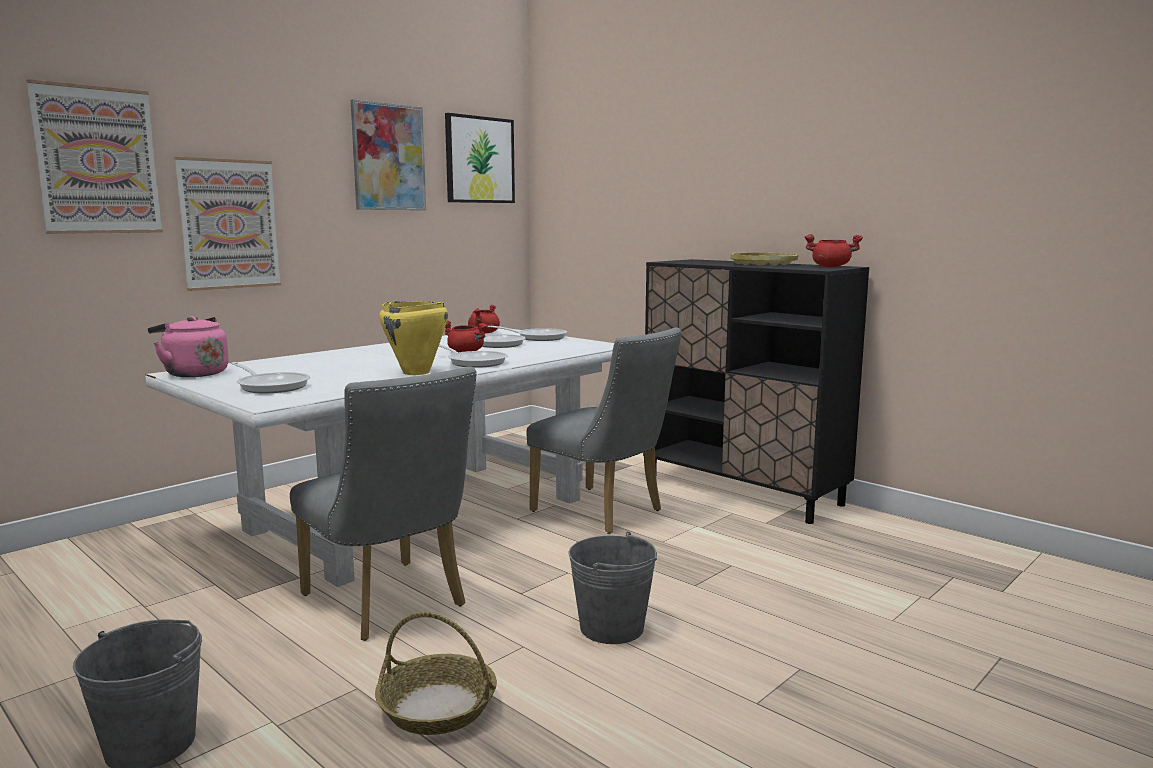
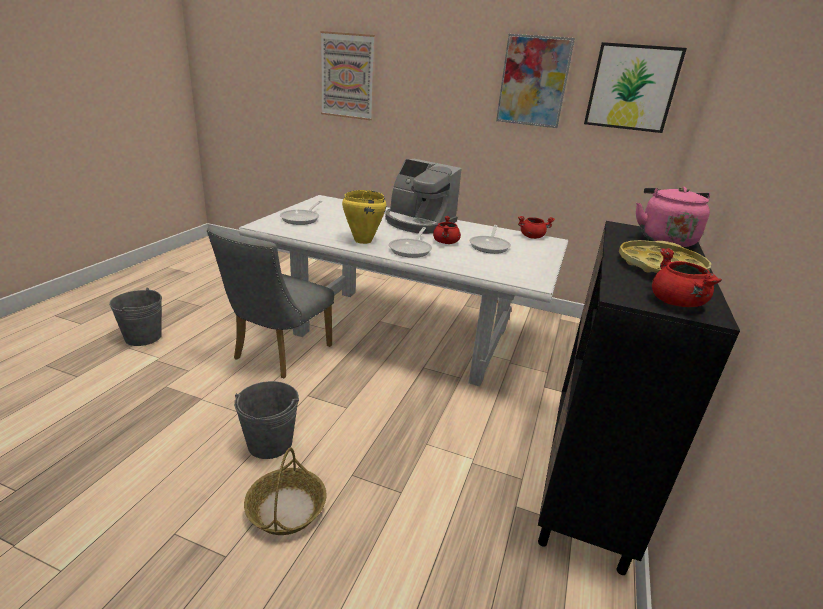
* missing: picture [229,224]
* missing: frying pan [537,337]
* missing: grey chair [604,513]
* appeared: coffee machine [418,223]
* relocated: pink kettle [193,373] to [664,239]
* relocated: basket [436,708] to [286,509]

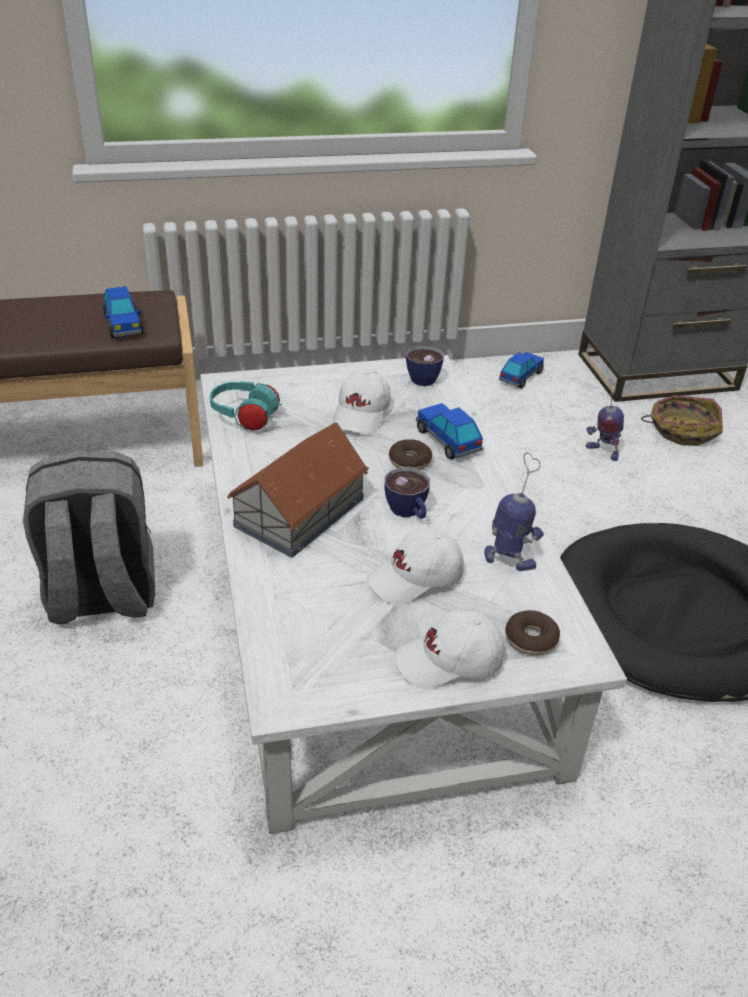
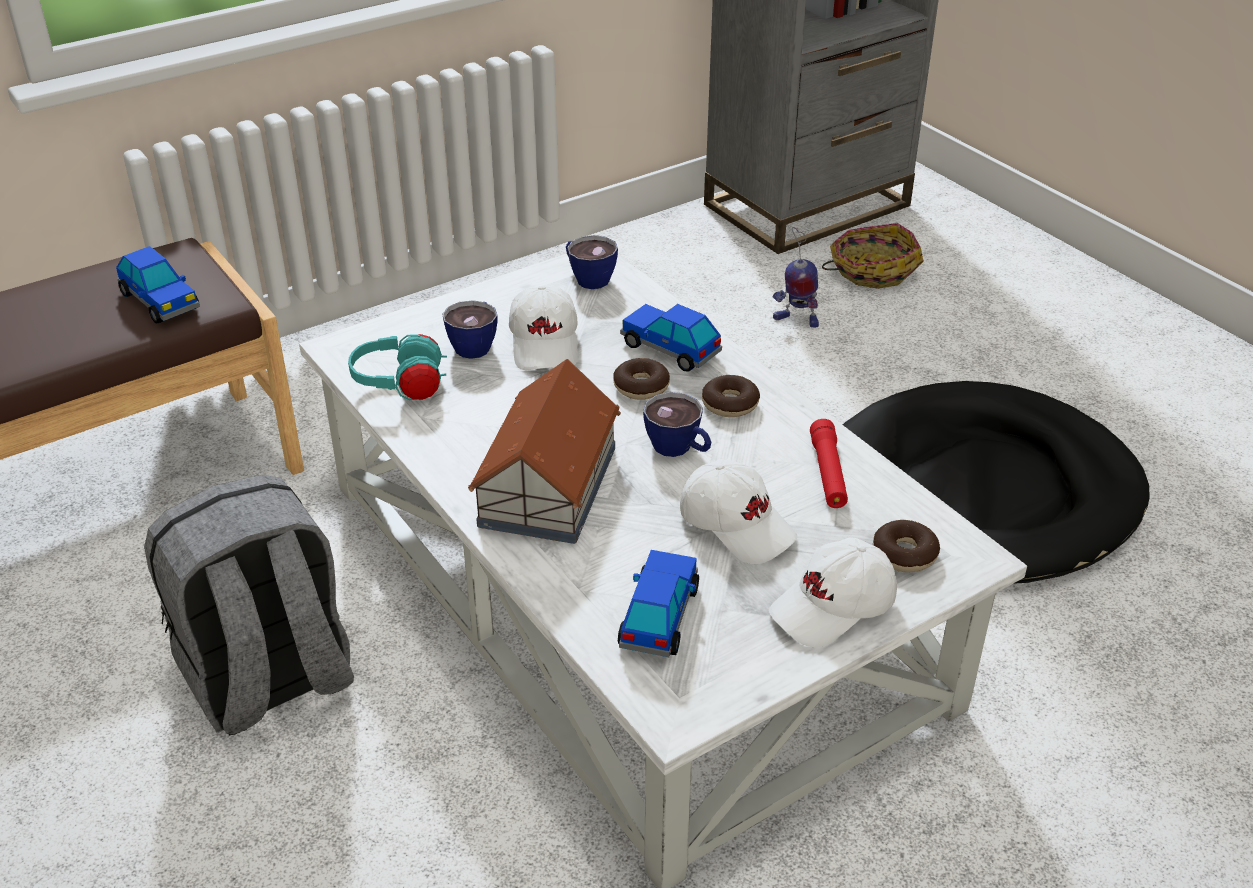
* appeared: cup [476,344]
* appeared: donut [730,404]
* relocated: toy car [520,377] to [659,616]
* exchanged: toy robot [509,561] to red flashlight [828,473]
* spun: white cap [416,579] = [737,525] 90 degrees counterclockwise

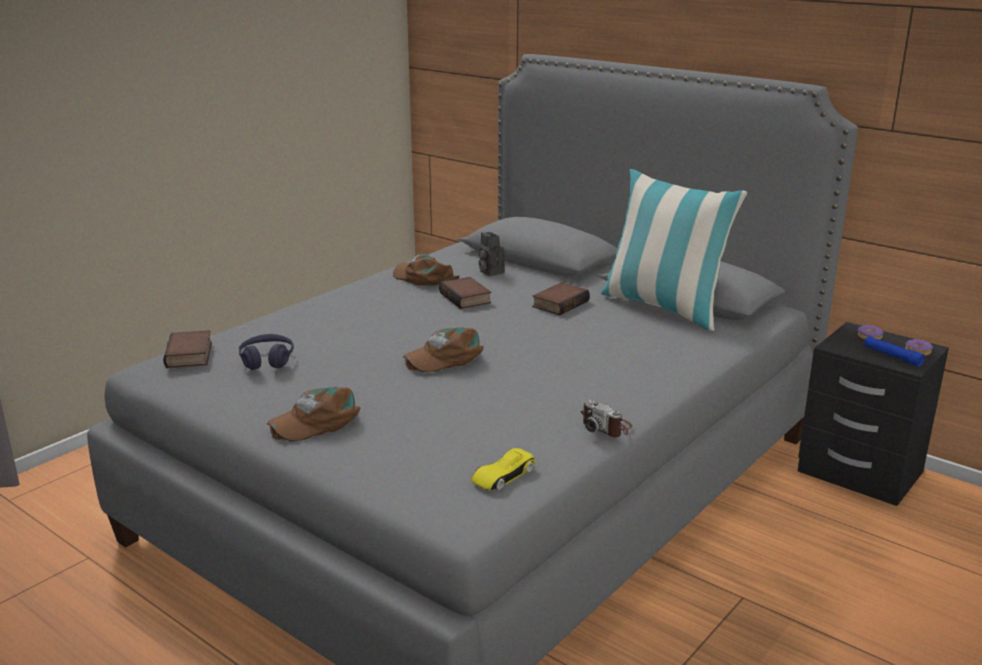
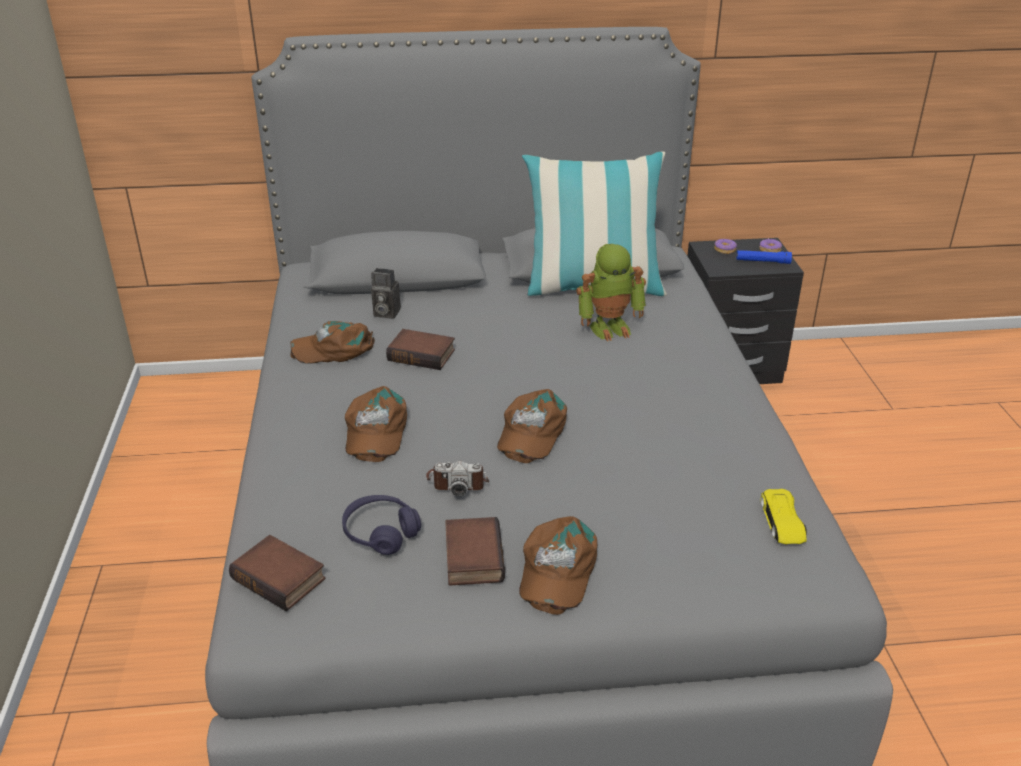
* appeared: brown cap [375,431]
* appeared: toy robot [609,327]
* relocated: book [559,303] to [471,556]
* relocated: photo camera [606,427] to [457,481]

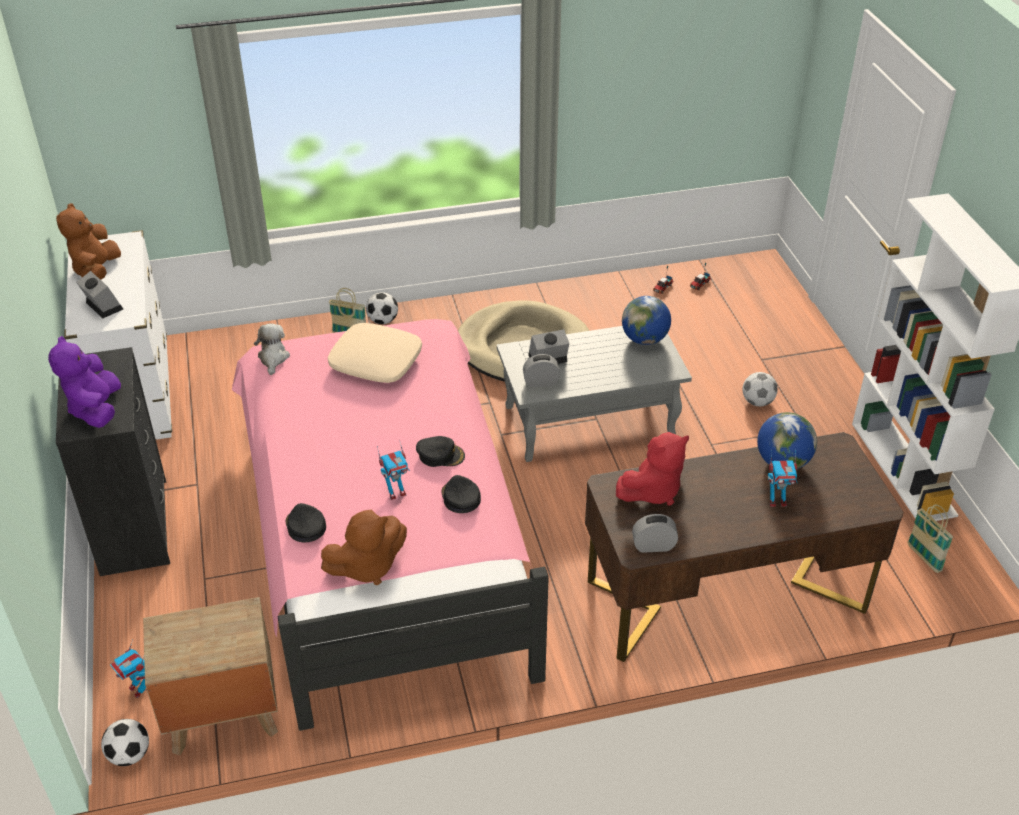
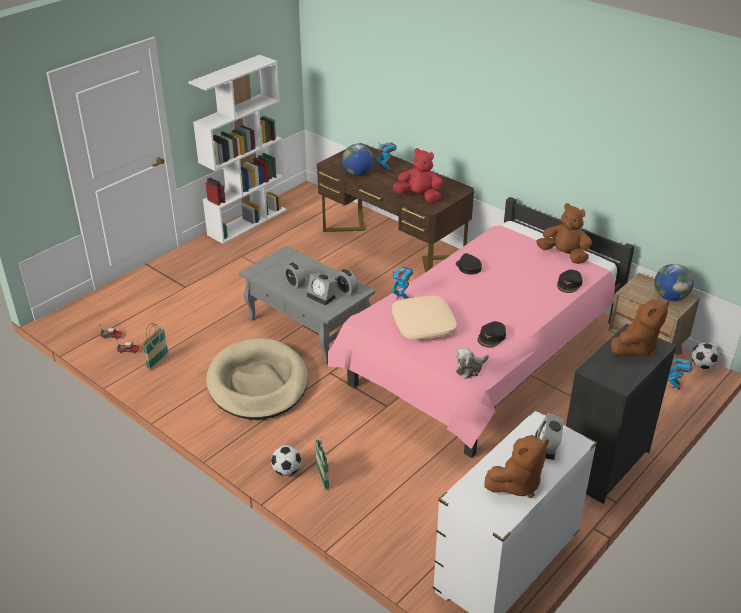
* missing: football [757,402]
* relocated: toy robot [396,493] to [401,297]
* relocated: black cap [460,498] to [492,337]
* relocated: globe [644,339] to [670,297]
* relocated: alarm clock [653,546] to [295,283]
* relocated: basket [924,558] to [158,362]
* colour: purple plush toy [96,409] to brown plush toy [636,348]

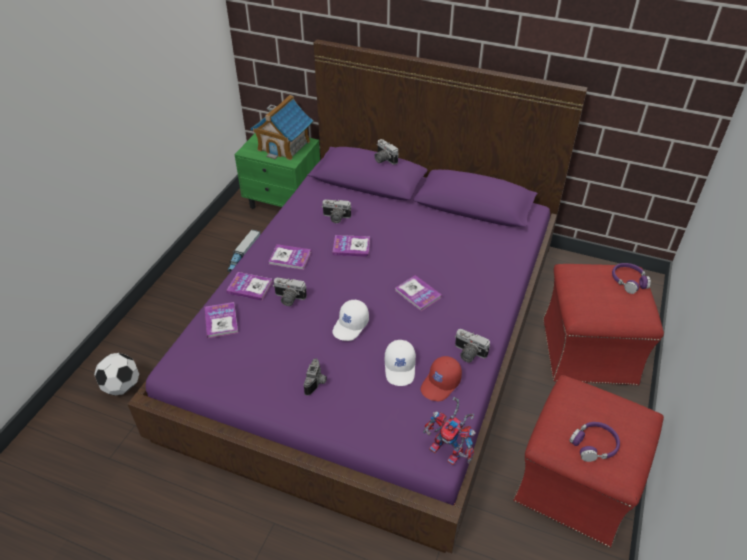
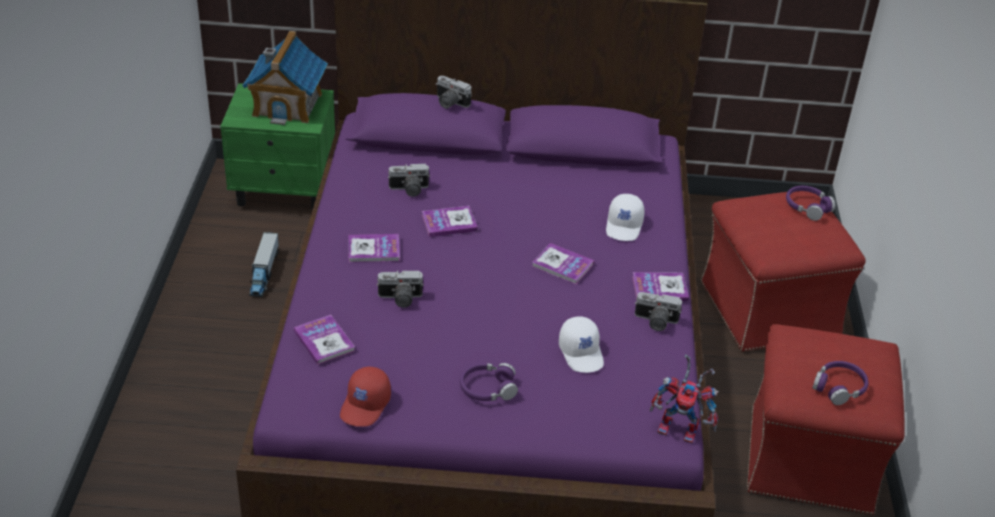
* missing: football [122,386]
* relocated: book [249,287] to [659,288]
* relocated: white cap [351,326] to [624,226]
* relocated: red cap [441,384] to [366,405]
* exchanged: photo camera [317,382] to purple headphones [487,389]

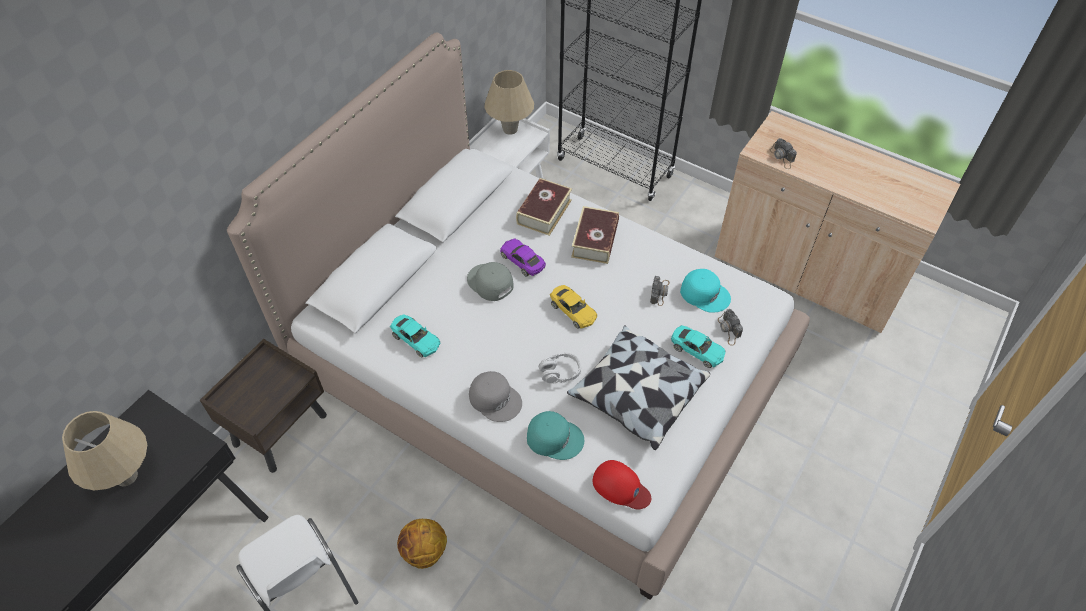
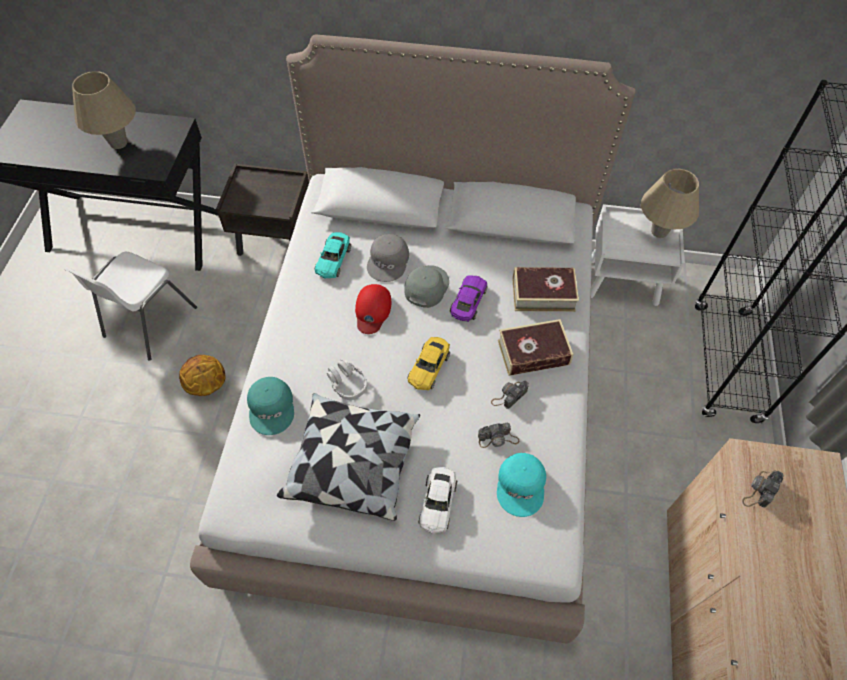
* relocated: grey cap [495,399] to [388,261]
* relocated: red cap [621,487] to [372,310]
* relocated: photo camera [729,330] to [509,396]
* colour: turquoise toy car [697,350] to white toy car [437,502]

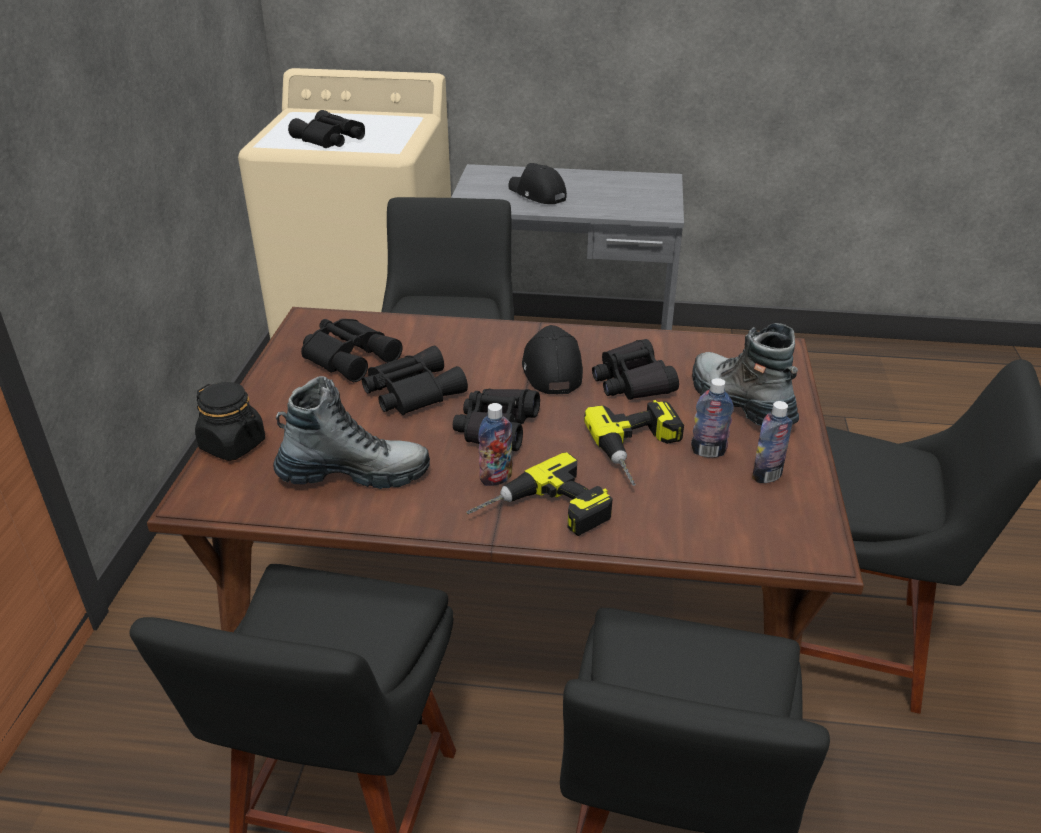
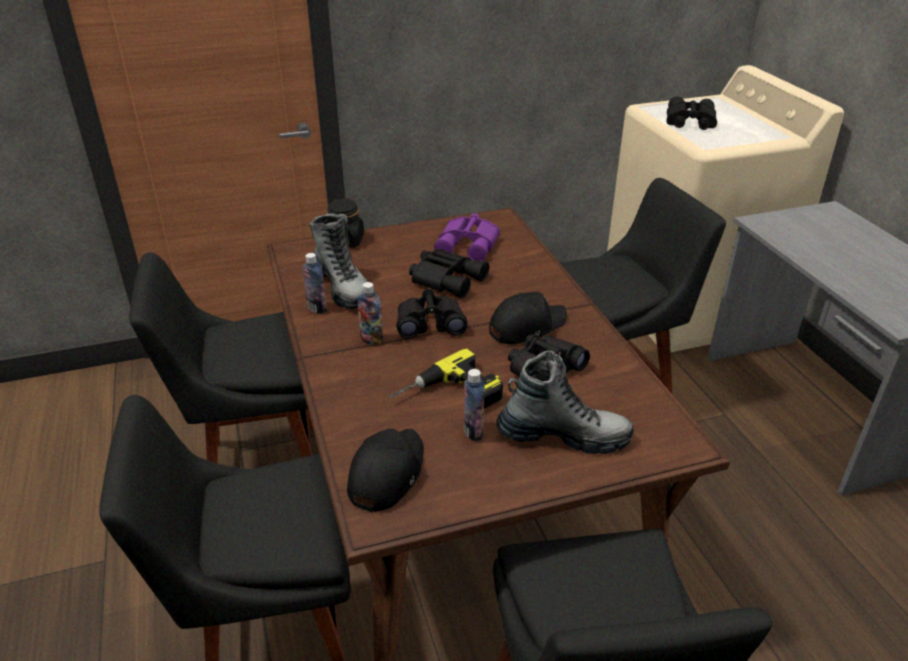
* missing: power drill [542,514]
* relocated: black cap [537,194] to [386,474]
* relocated: bottle [766,476] to [317,308]
* colour: black binoculars [351,356] to purple binoculars [469,245]
* spun: boot [740,403] = [563,436] 60 degrees clockwise

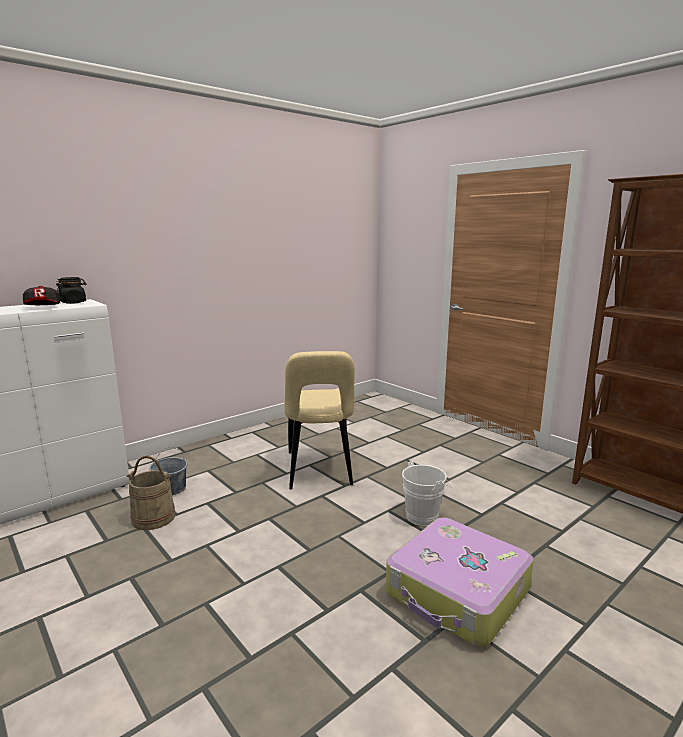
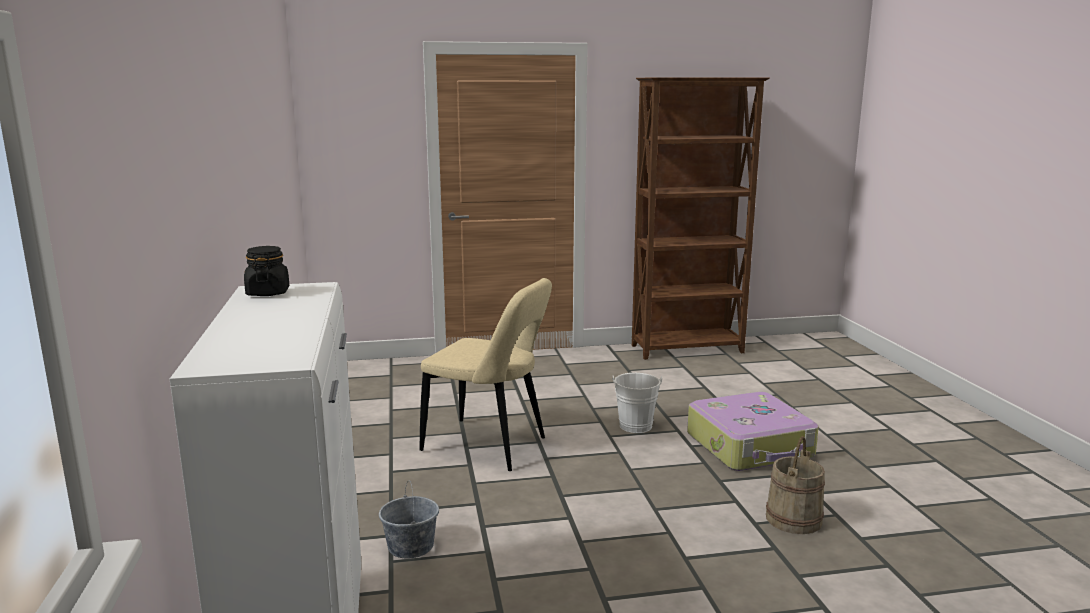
* missing: cap [42,307]
* relocated: beige bucket [153,518] to [793,519]

